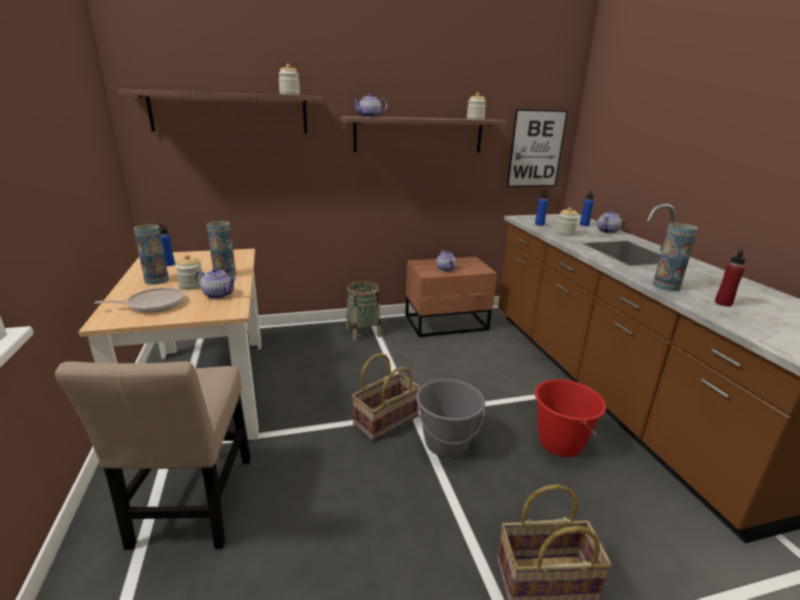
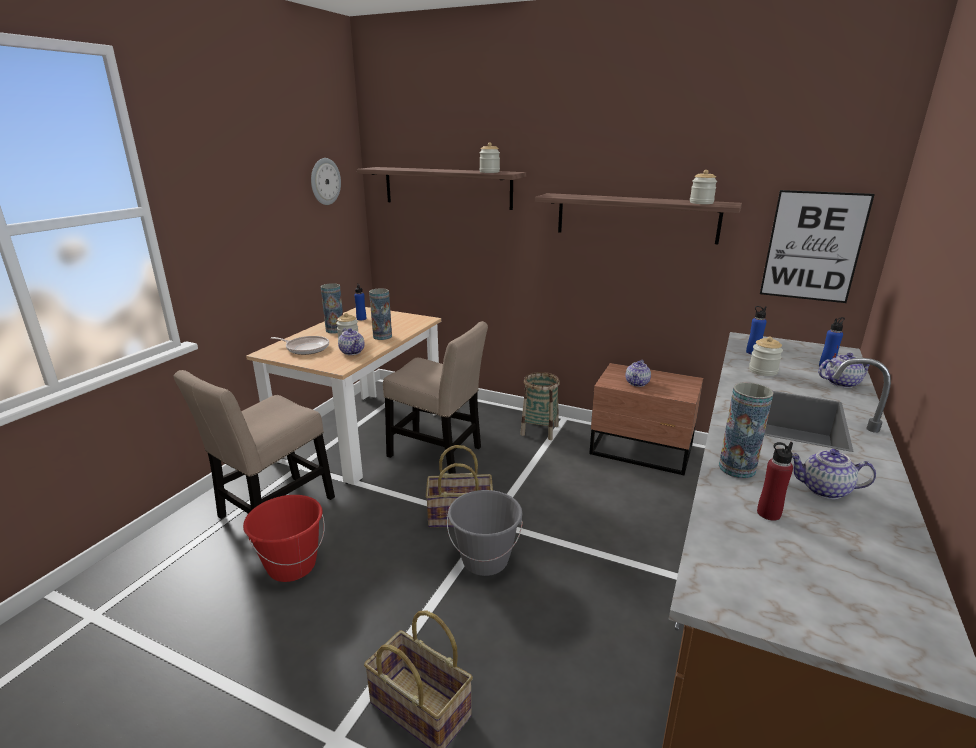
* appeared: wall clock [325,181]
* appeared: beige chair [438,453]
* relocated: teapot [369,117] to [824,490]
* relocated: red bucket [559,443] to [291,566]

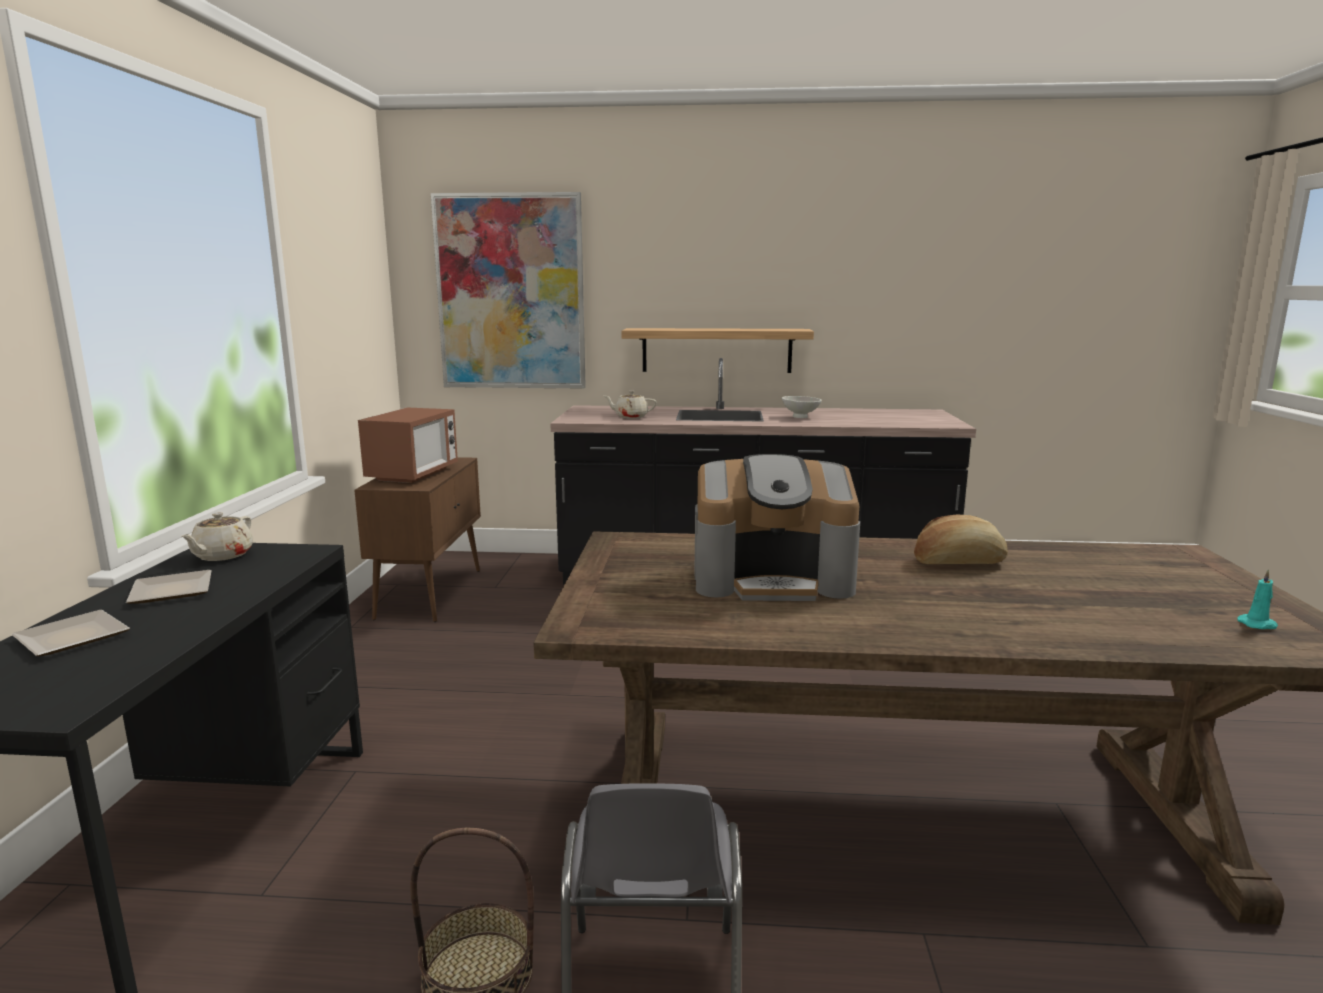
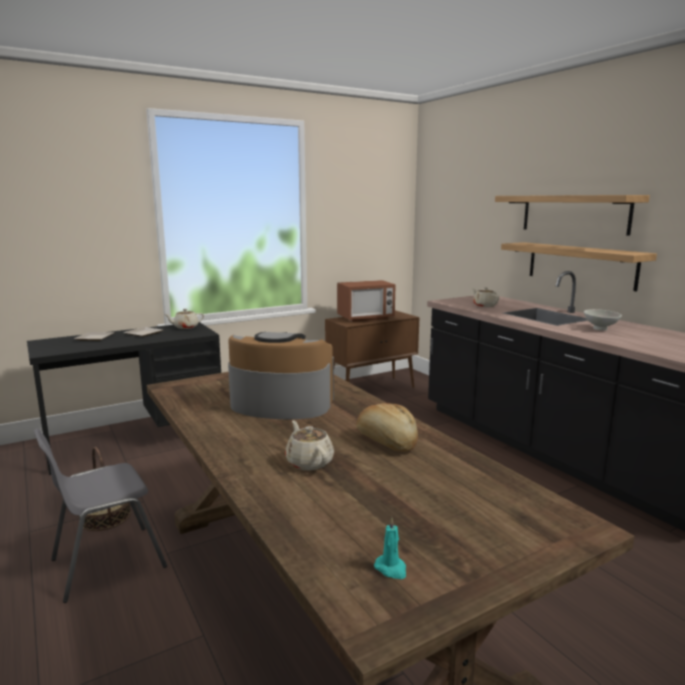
* missing: picture [510,293]
* appeared: beige teapot [309,462]
* appeared: shelf [574,214]
* spun: coffee machine [773,578] = [281,404] 135 degrees clockwise

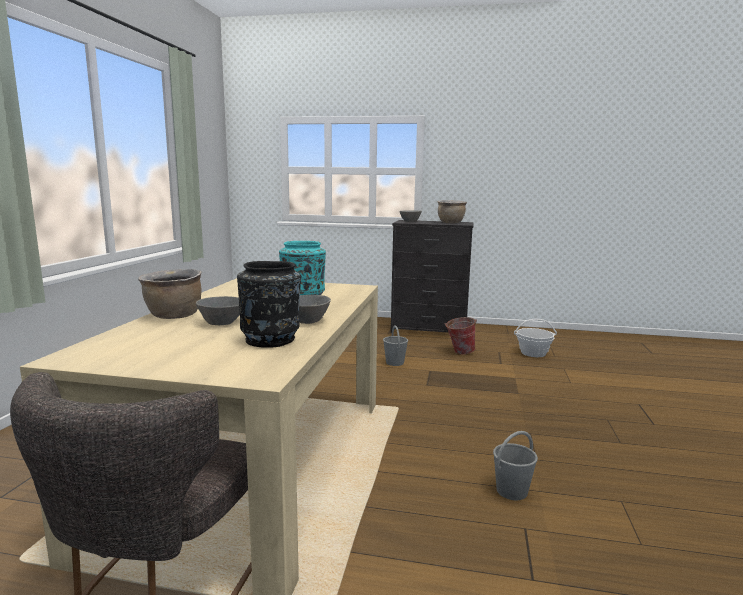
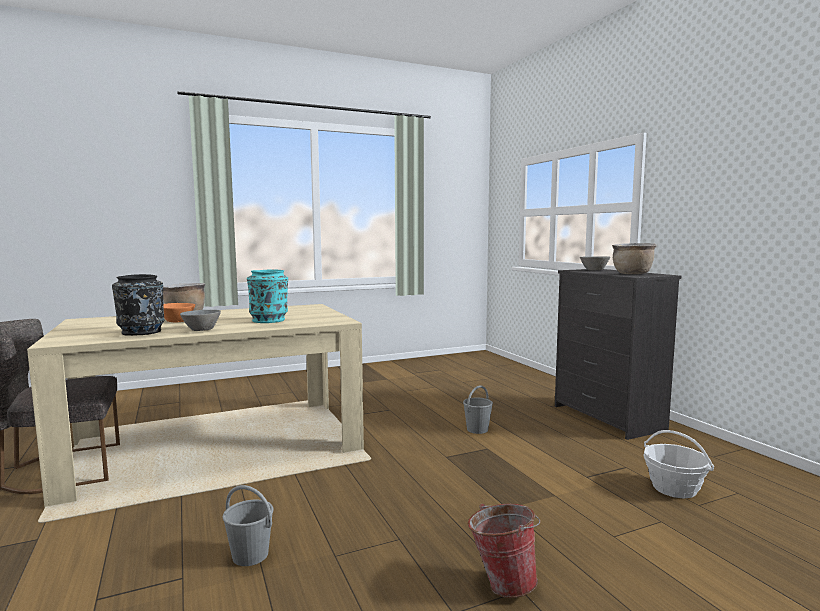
* relocated: bucket [459,352] to [502,582]
* colour: grey bowl [222,323] to orange bowl [176,321]

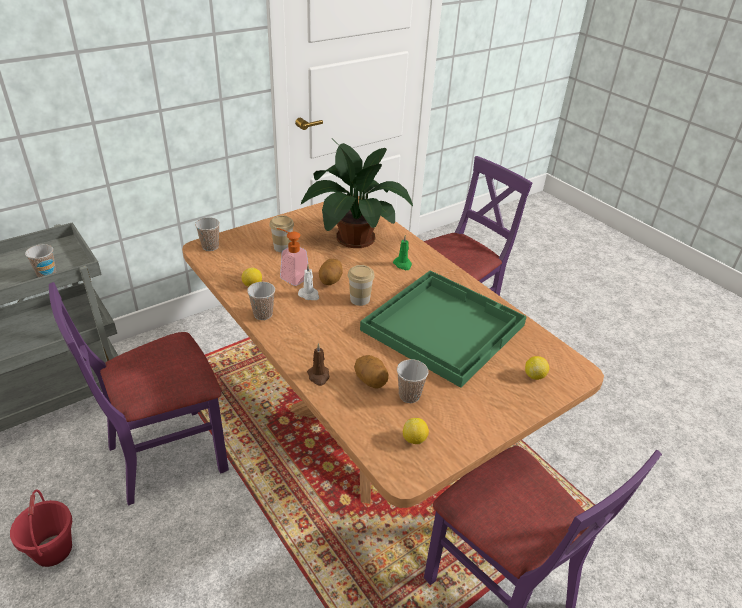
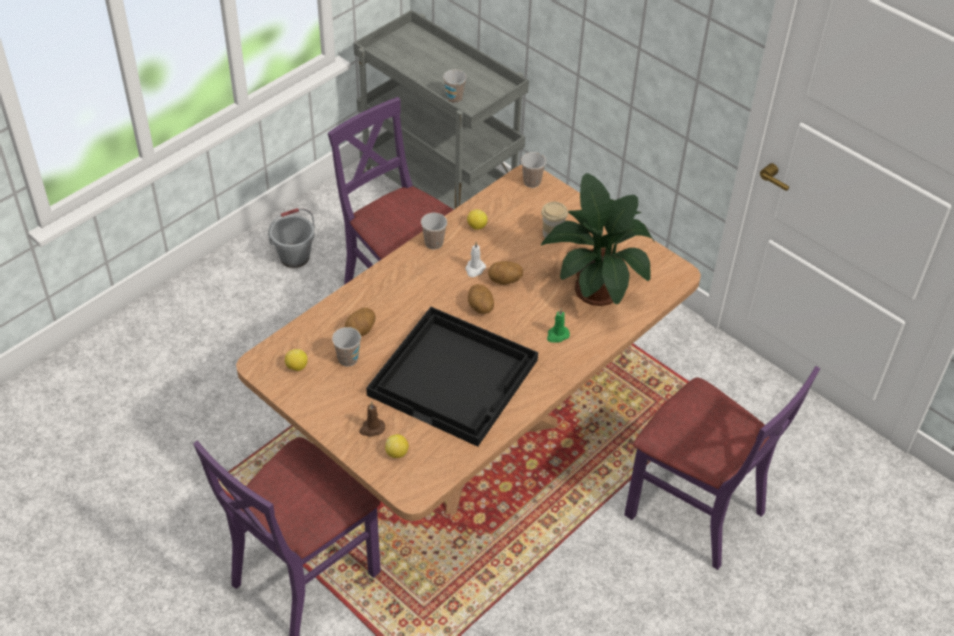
* missing: soap dispenser [291,276]
* relocated: brown candle [318,376] to [371,428]
* exchanged: cup [360,299] to potato [480,308]
* colour: red bucket [52,550] to grey bucket [294,257]
* colour: green tray [443,326] to black tray [455,377]

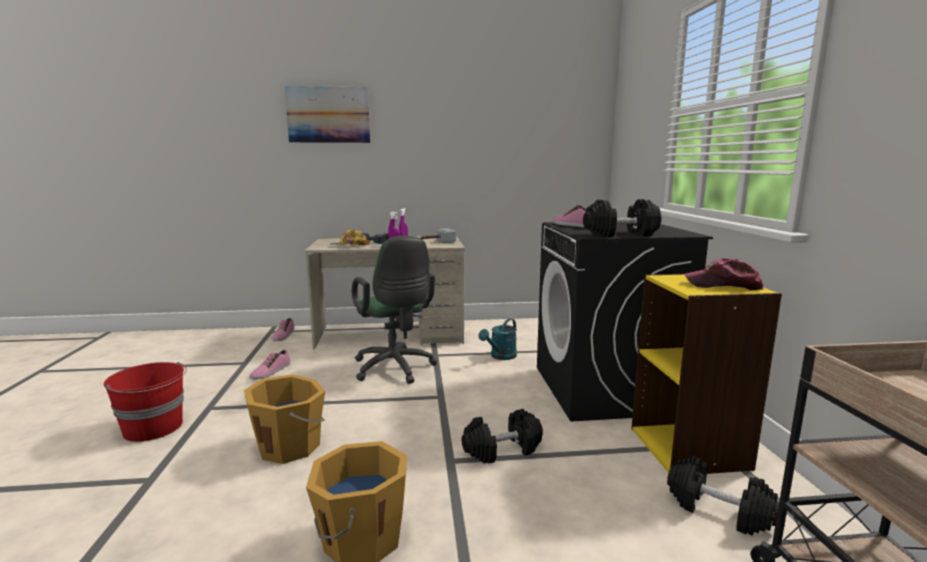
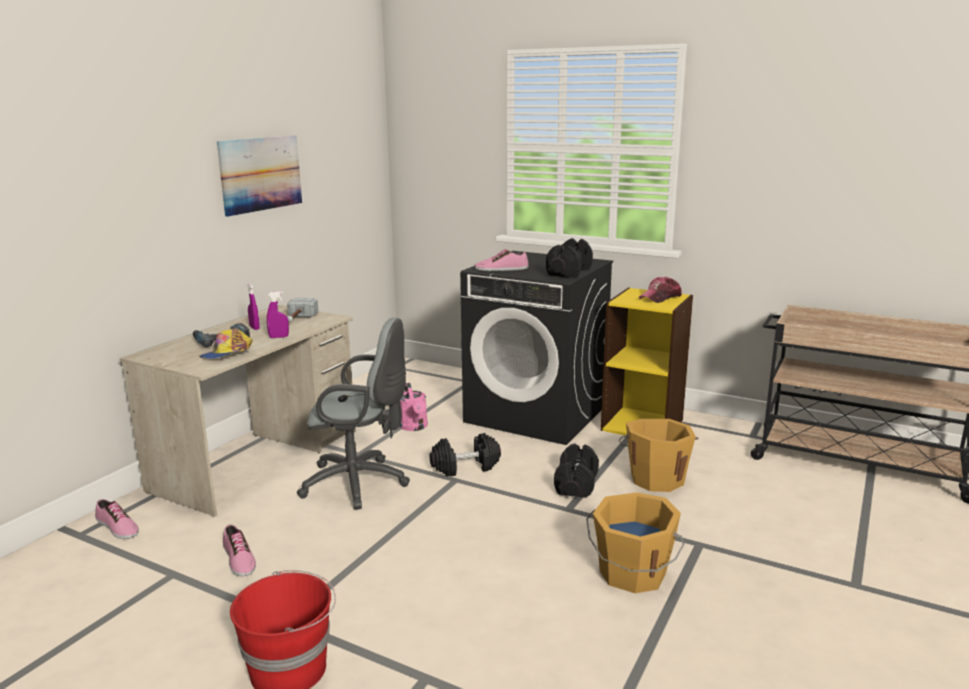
* relocated: orange bucket [291,446] to [656,478]
* relocated: picture [328,115] to [261,174]
* relocated: black dumbbell [718,511] to [465,467]
* colour: green office chair [395,369] to grey office chair [360,483]
* colour: turquoise watering can [500,357] to pink watering can [414,427]

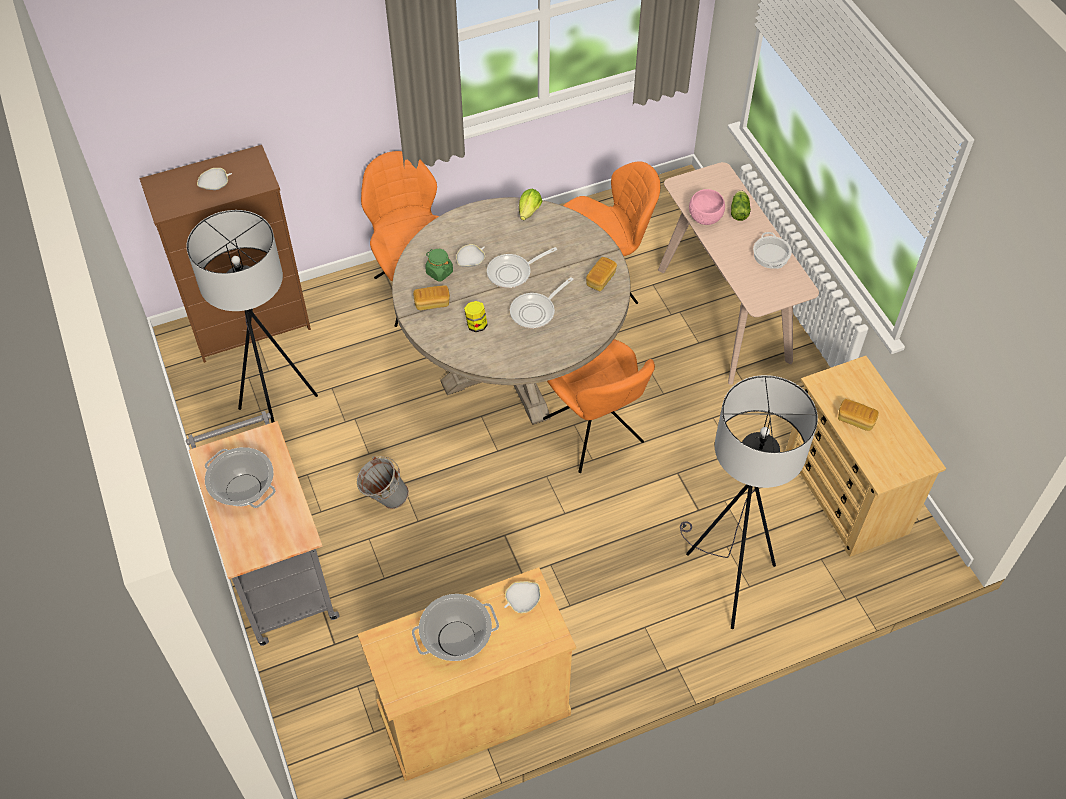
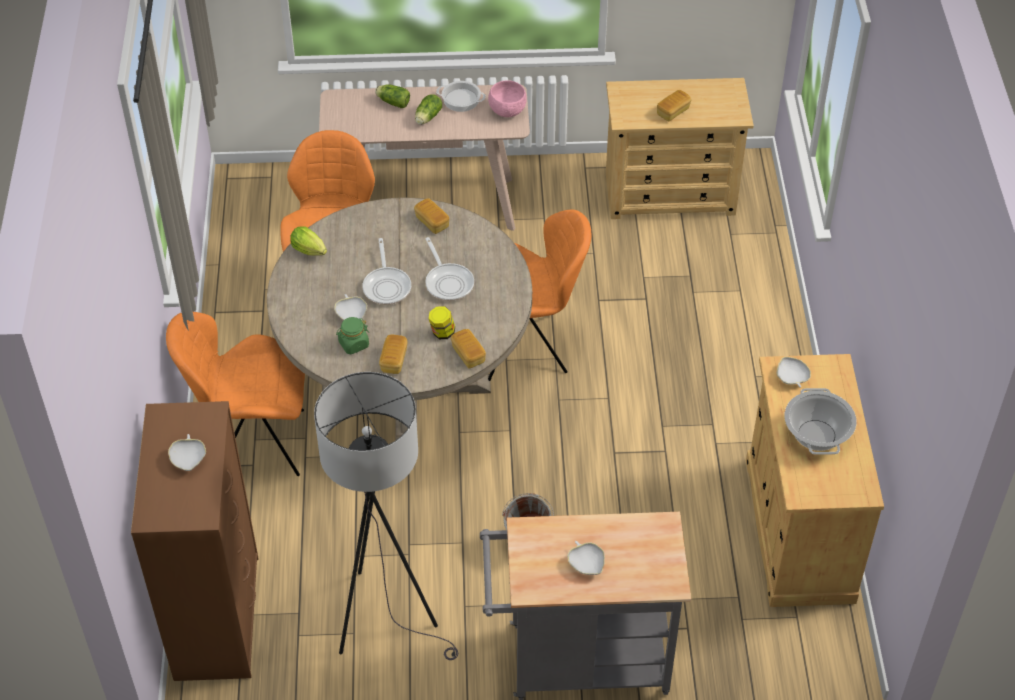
* missing: grey floor lamp [724,578]
* appeared: lettuce [427,118]
* appeared: bread [468,354]
* relocated: pink bowl [704,218] to [507,111]
* exchanged: cooking pot [244,489] to white bowl [586,563]

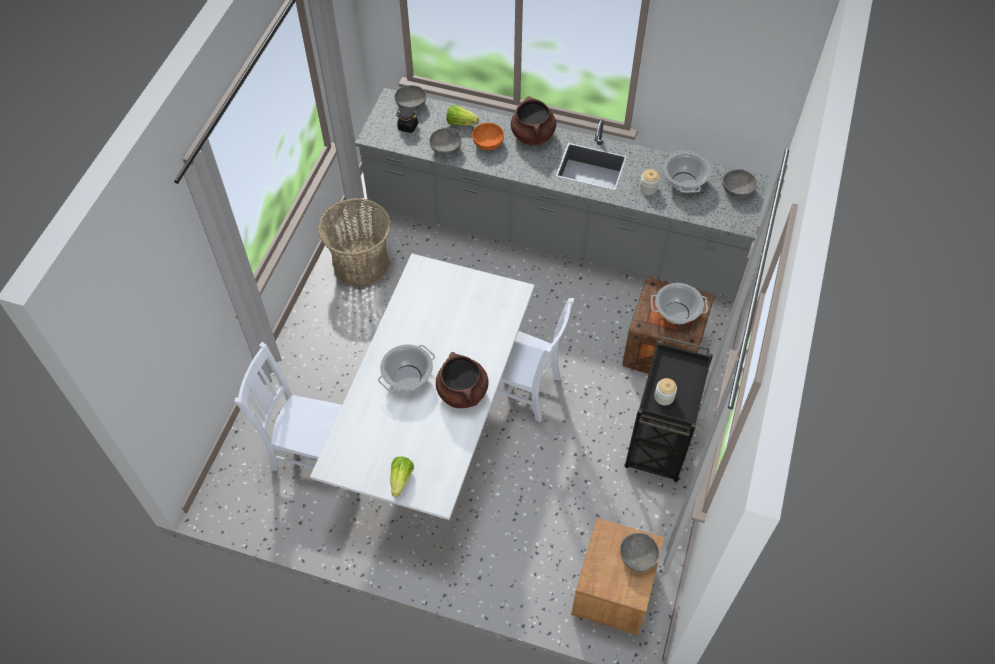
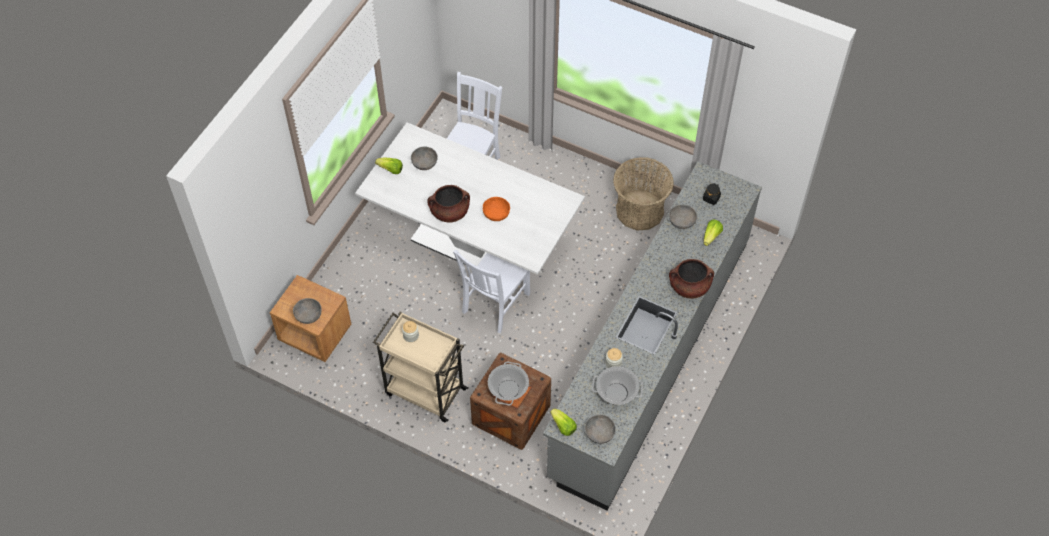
* missing: cooking pot [408,377]
* appeared: lettuce [563,426]
* relocated: grey bowl [411,105] to [424,163]
* relocated: orange bowl [488,143] to [496,214]
* colour: black cart [659,442] to beige cart [424,391]

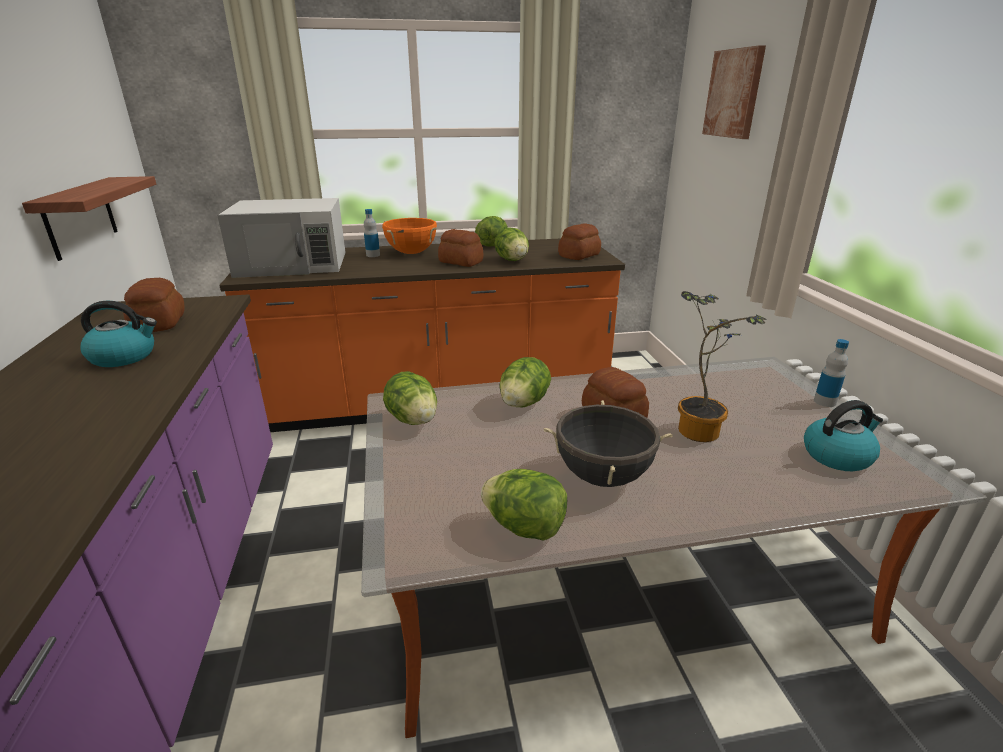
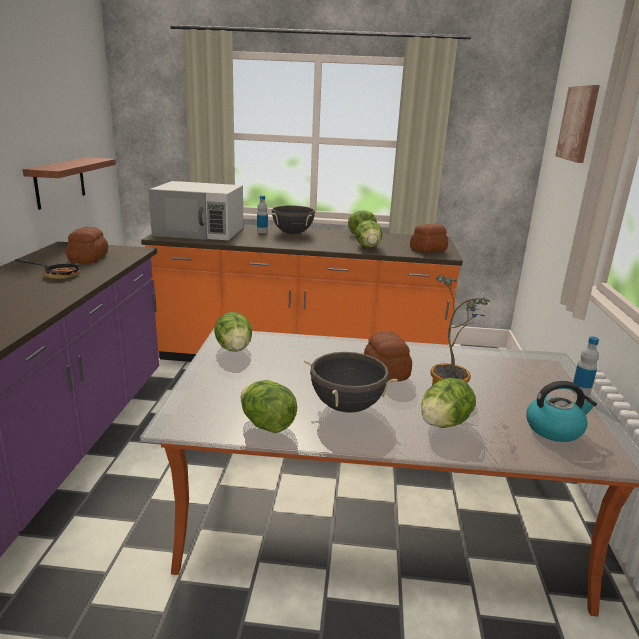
* missing: bread [461,262]
* relocated: lettuce [523,403] to [444,423]
* exchanged: kettle [124,356] to frying pan [57,275]
* colour: orange cooking pot [411,253] to black cooking pot [292,233]

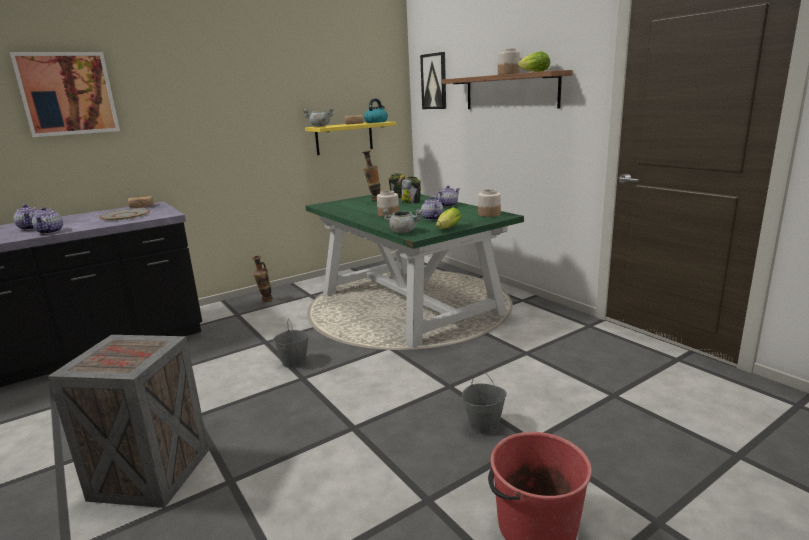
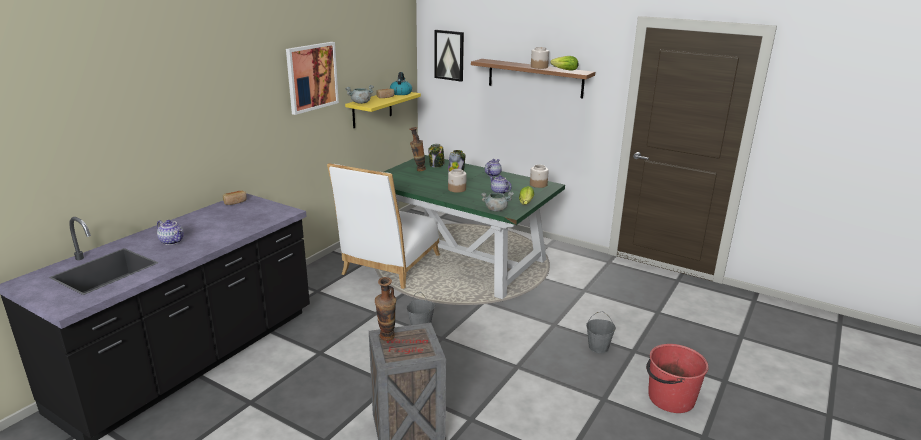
* missing: teapot [51,232]
* missing: grey plate [125,215]
* appeared: white chair [388,267]
* relocated: picture [67,94] to [312,77]
* relocated: vase [265,301] to [387,339]

